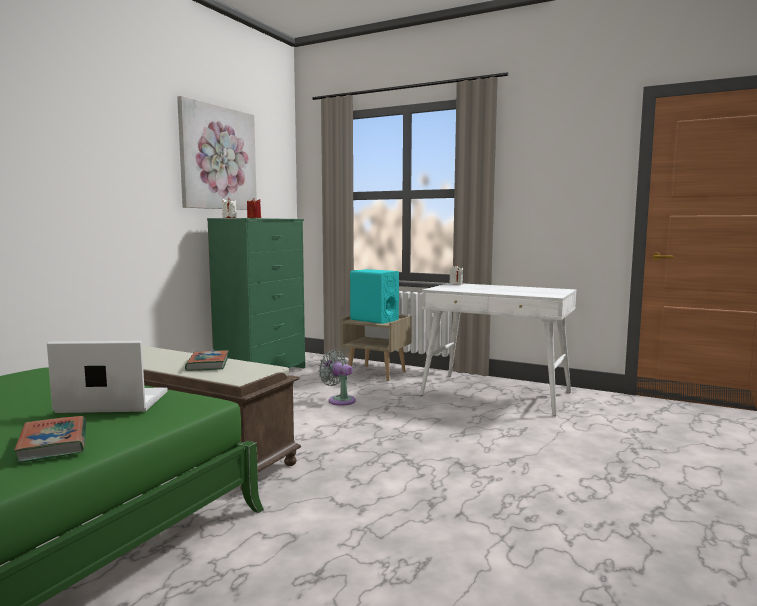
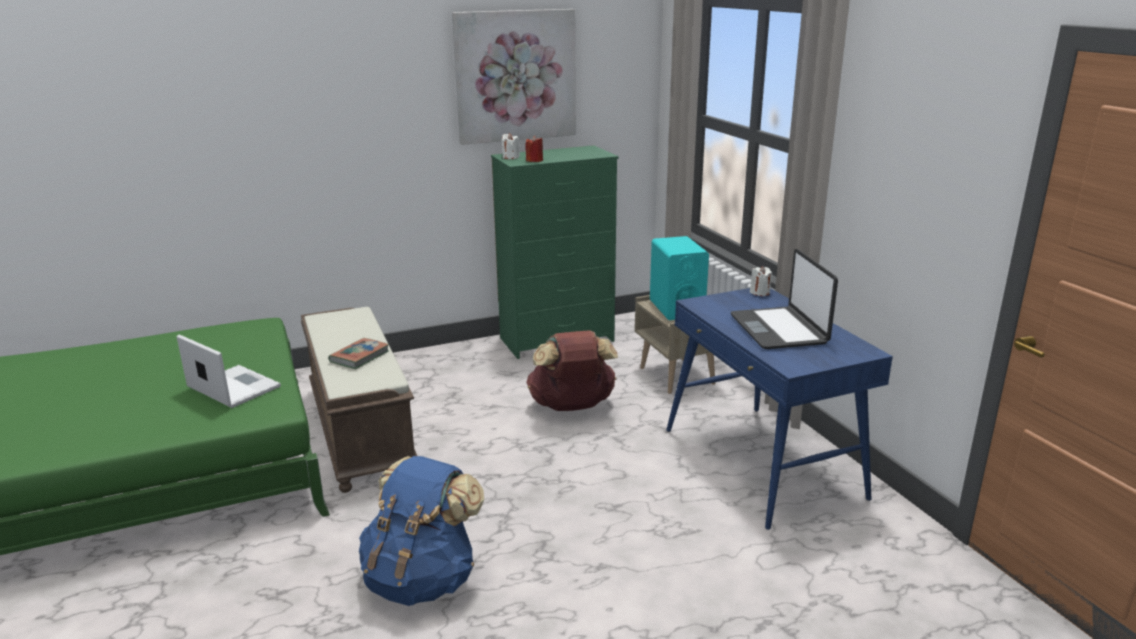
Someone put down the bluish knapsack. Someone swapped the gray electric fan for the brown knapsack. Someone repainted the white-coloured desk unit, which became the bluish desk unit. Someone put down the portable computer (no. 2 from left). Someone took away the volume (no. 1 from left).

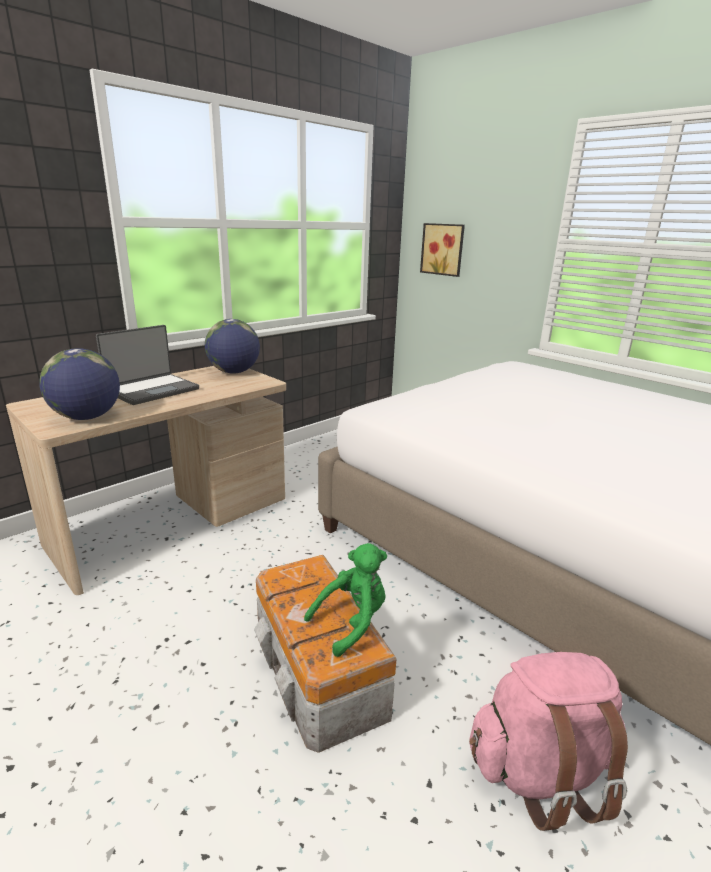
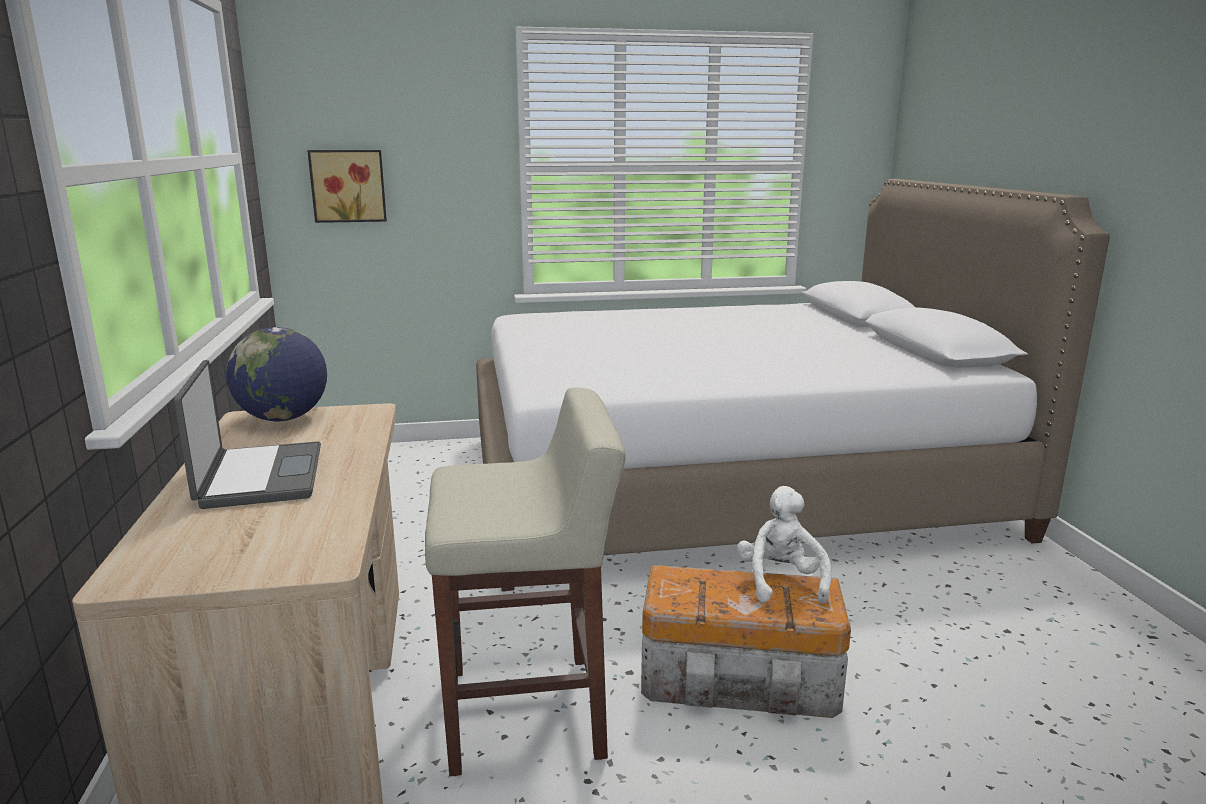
Someone put down the beige-coloured stool. Someone repainted the green-coloured cuddly toy, which became the white-coloured cuddly toy. Someone took away the desk globe (no. 1 from left). Someone took away the pink knapsack.

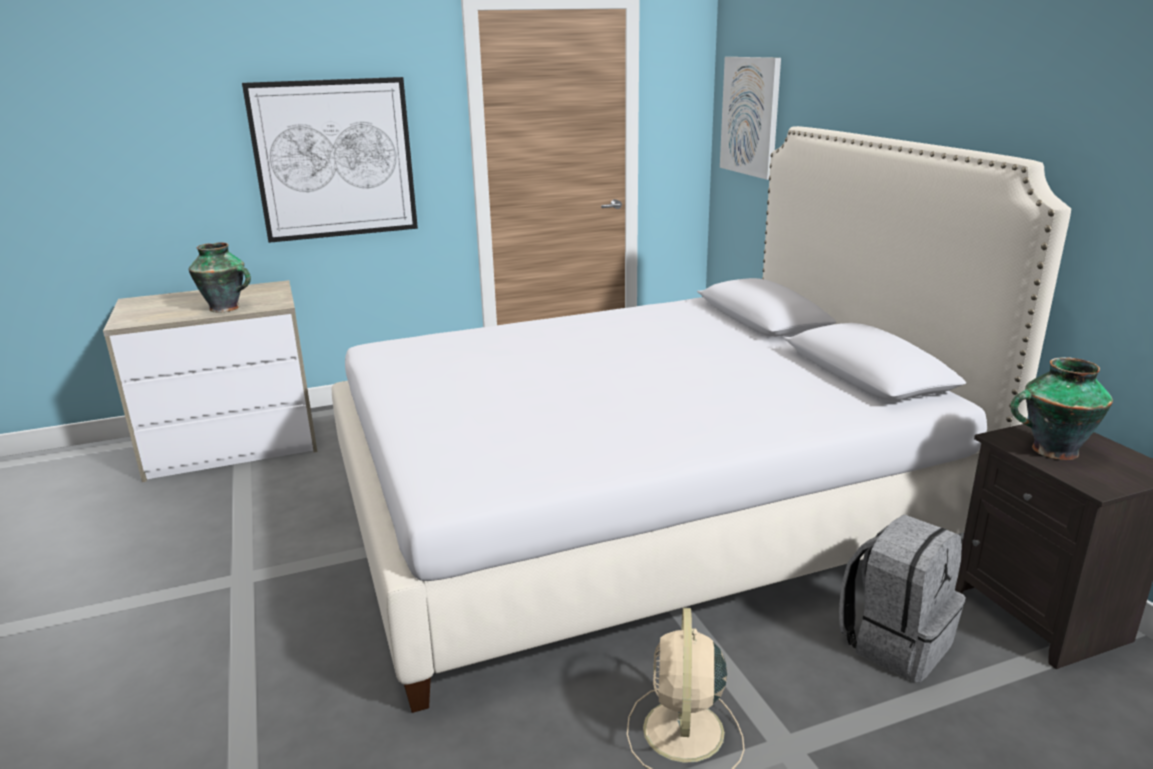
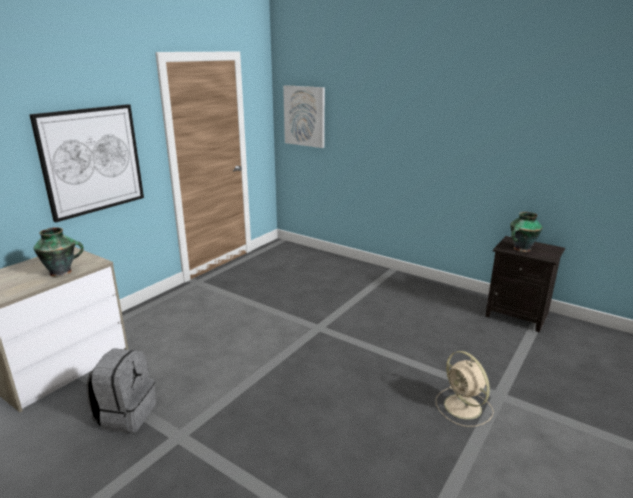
Someone carried the gray knapsack. Someone took away the white-coloured bed.

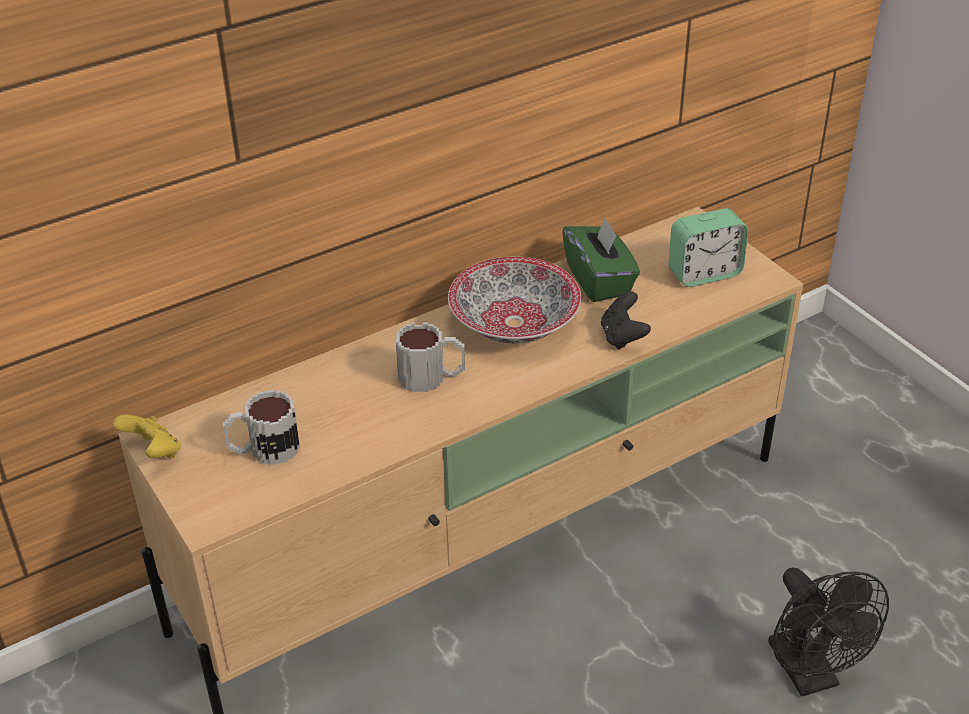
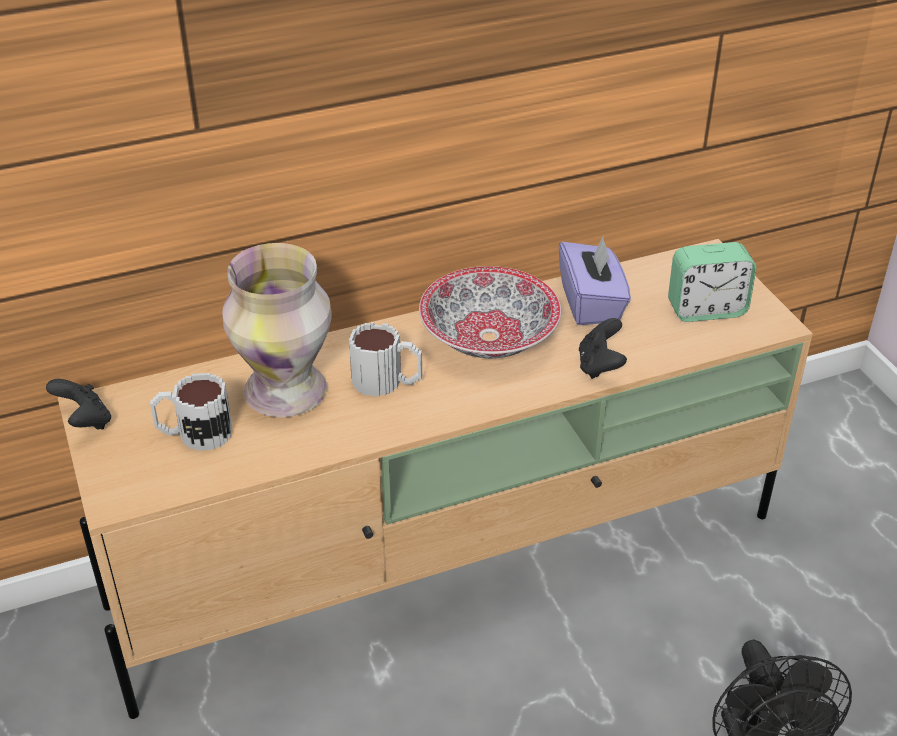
Someone repainted the yellow-coloured joypad, which became the black-coloured joypad (no. 1 from left). Someone put down the vase. Someone repainted the green-coloured box of tissues, which became the purple-coloured box of tissues.

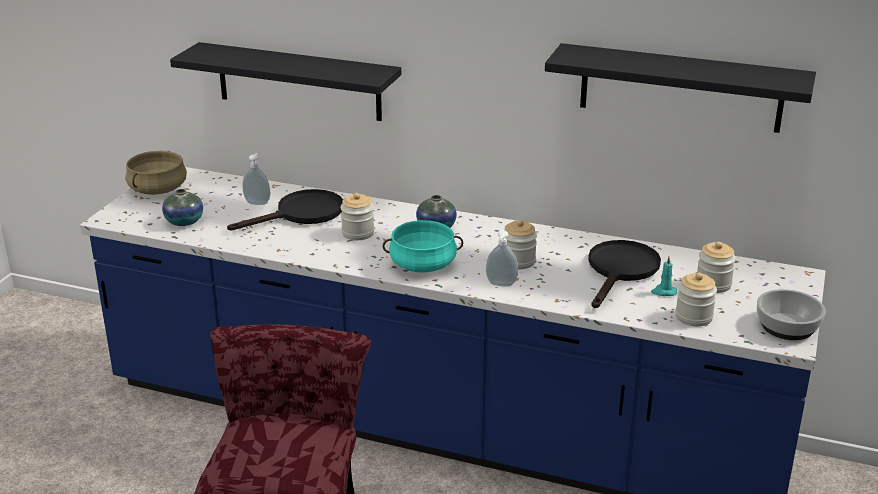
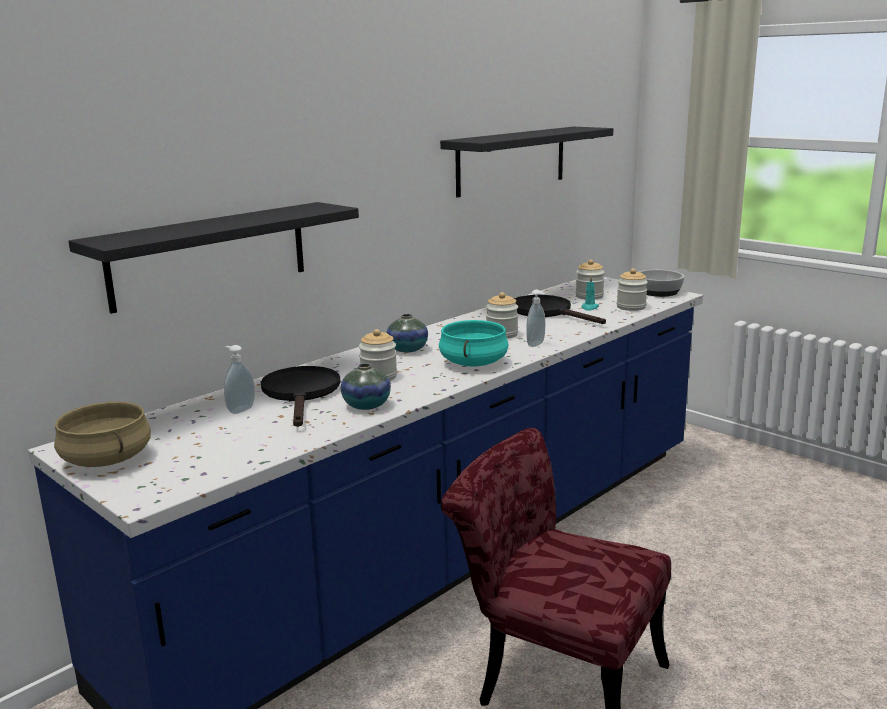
Someone carried the vase (no. 1 from left).

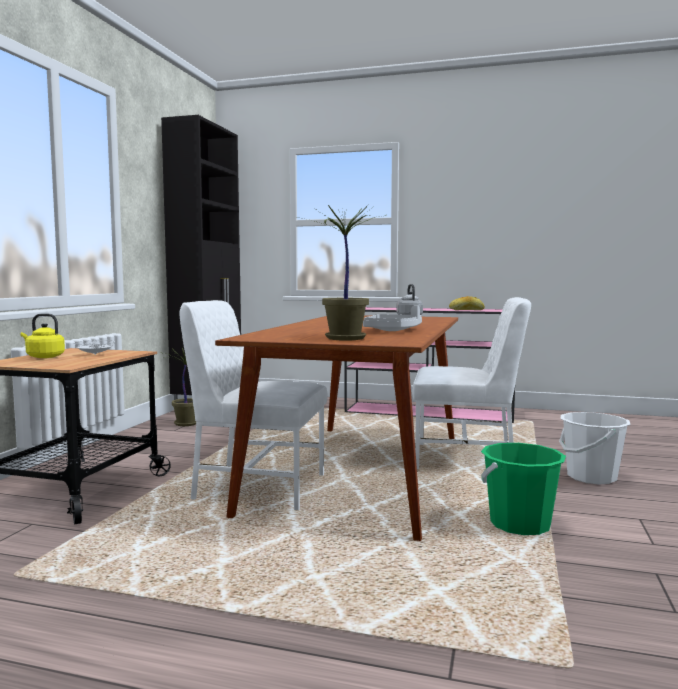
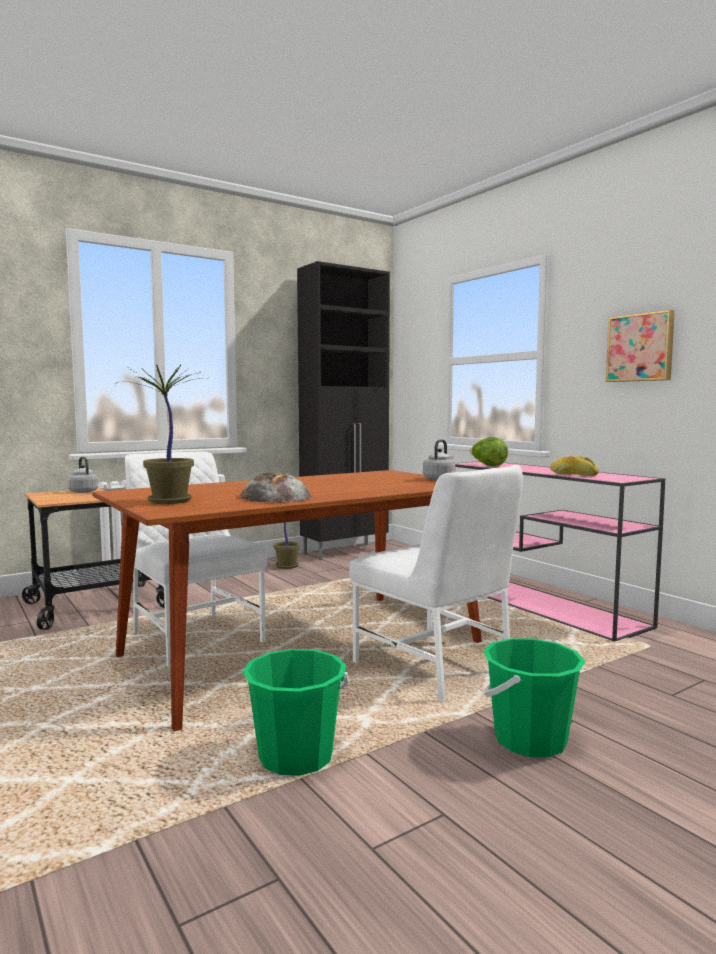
Someone repainted the yellow-coloured water kettle, which became the gray water kettle (no. 1 from left). Someone swapped the gray serving tray for the bakery bread (no. 1 from left). Someone put down the lettuce head. Someone repainted the white-coloured water bucket, which became the green-coloured water bucket (no. 2 from left). Someone put up the picture.

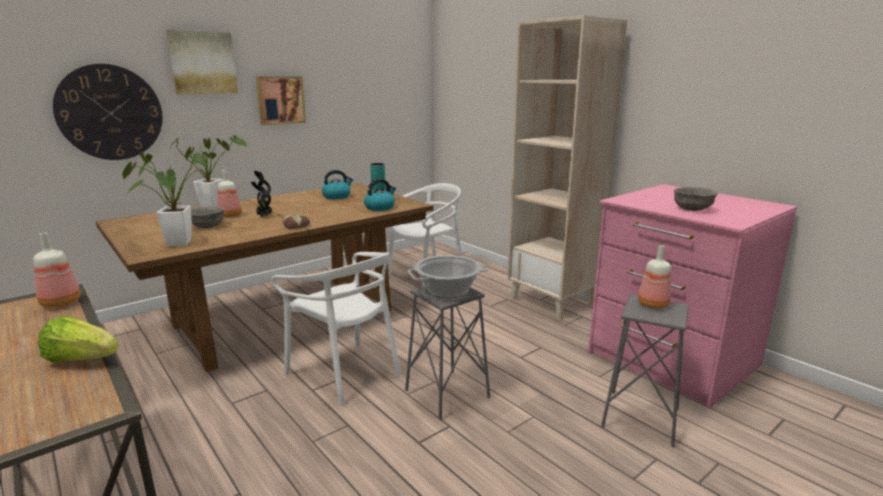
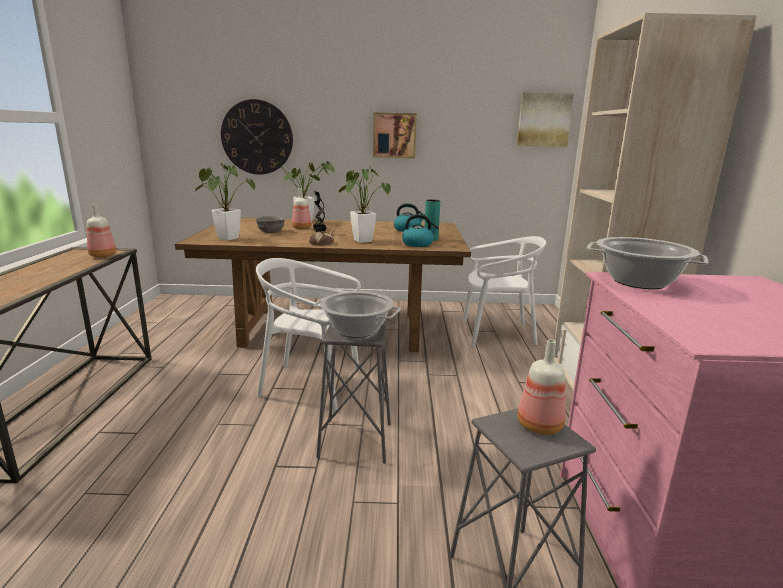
Someone rotated the white-coloured chair (no. 1 from left) by 105 degrees clockwise. Someone put down the houseplant (no. 4 from left). Someone carried the picture (no. 1 from left in the first image). Someone put down the cooking pot (no. 2 from left). Someone took away the lettuce head. Someone took away the gray serving bowl (no. 2 from left).

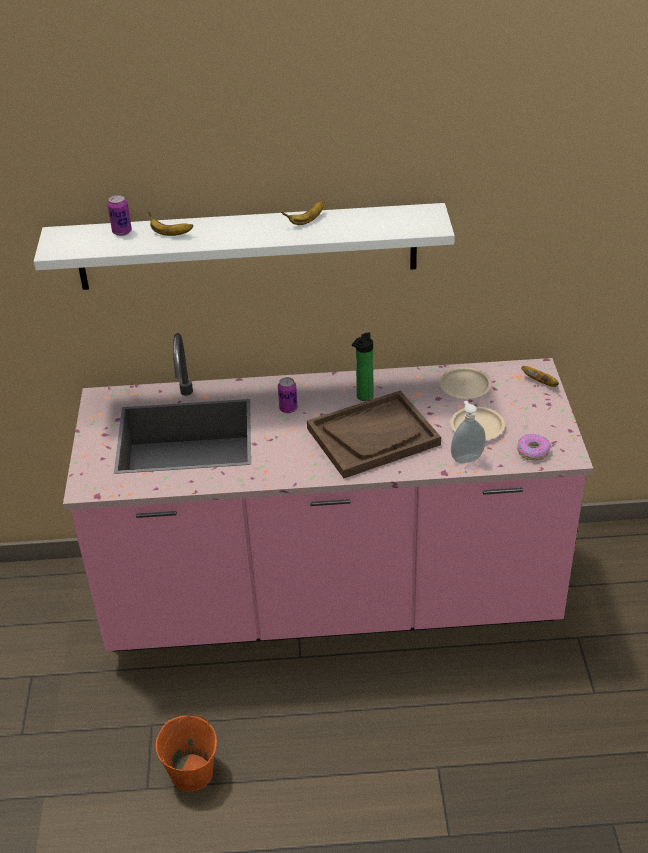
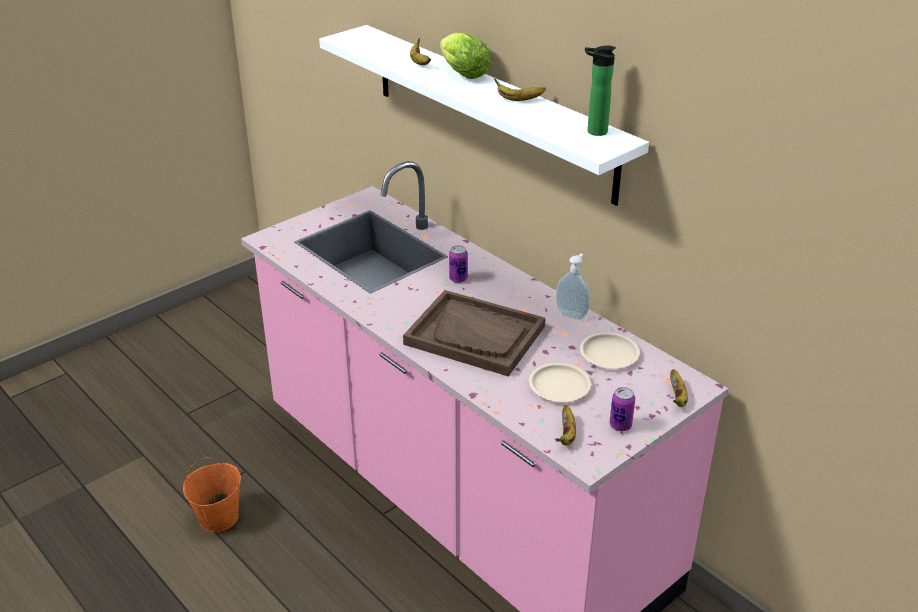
Someone put down the lettuce head. Someone carried the soap bottle. Someone swapped the doughnut for the banana fruit (no. 3 from left). Someone carried the beverage bottle. Someone carried the sealed can (no. 1 from left in the first image).

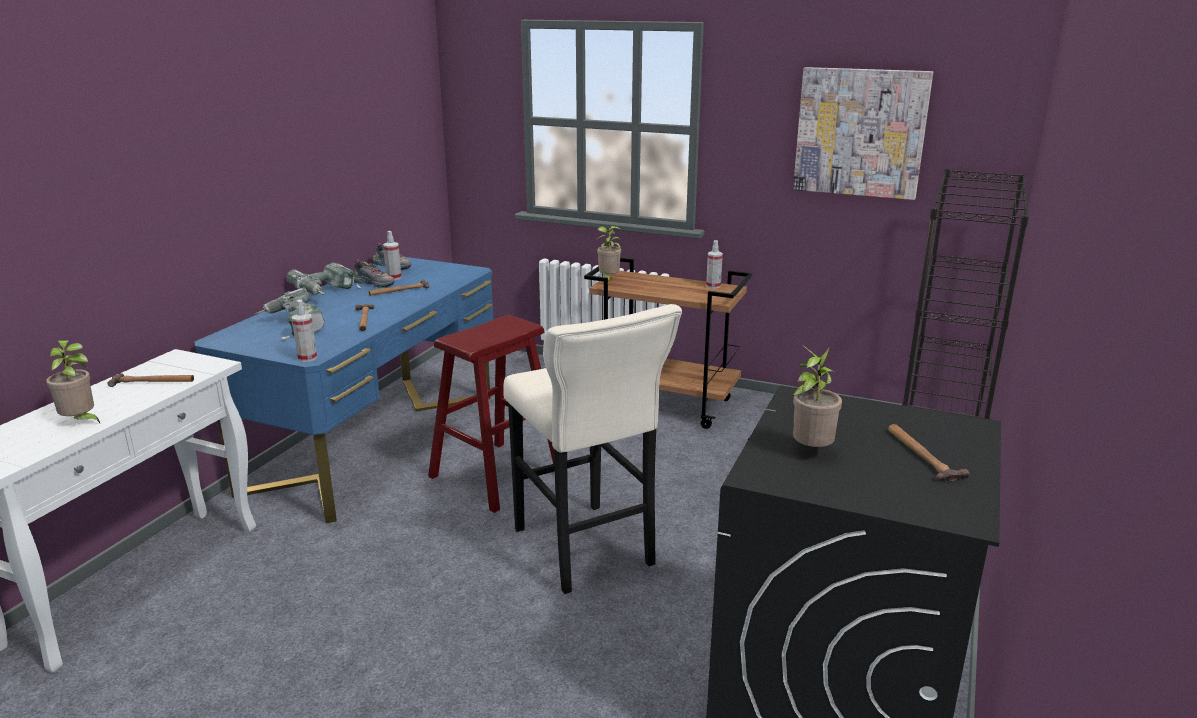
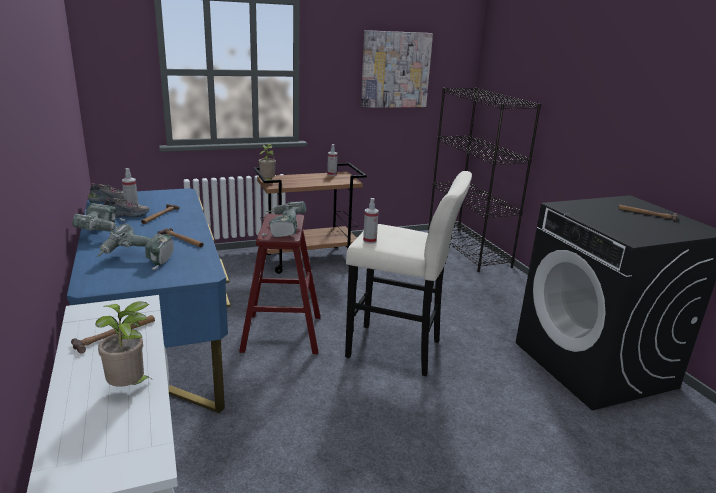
Someone put down the electric drill (no. 3 from left). Someone carried the hand sprayer (no. 1 from left in the first image). Someone took away the houseplant (no. 3 from left).

